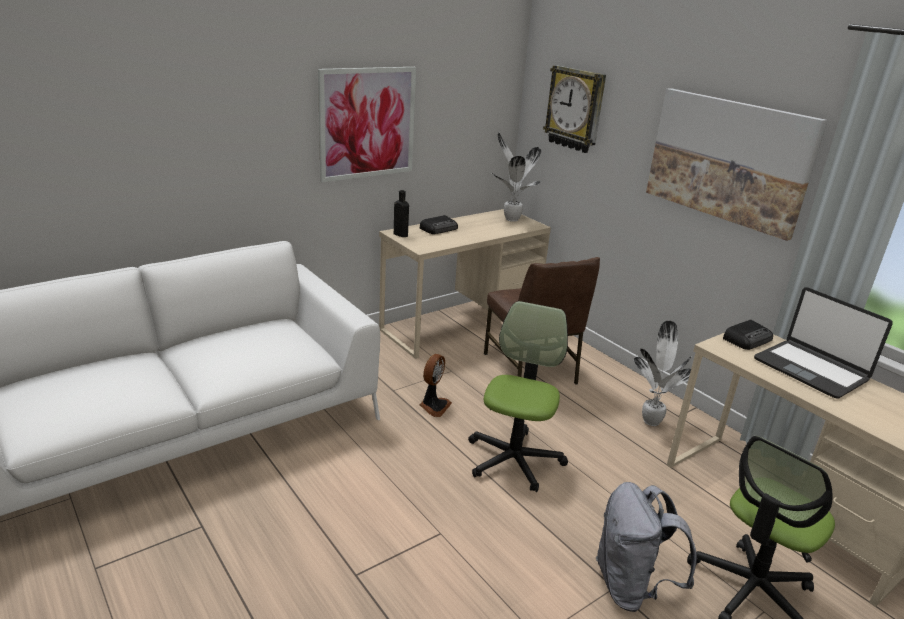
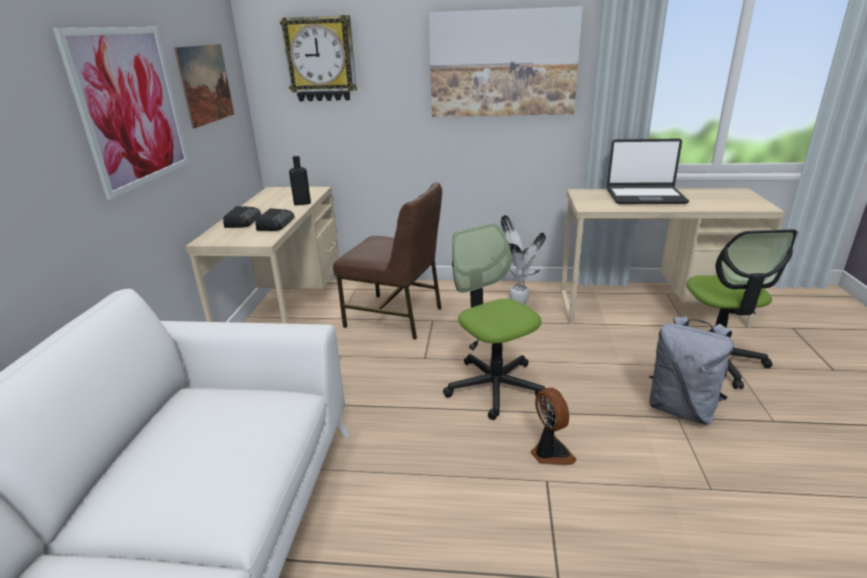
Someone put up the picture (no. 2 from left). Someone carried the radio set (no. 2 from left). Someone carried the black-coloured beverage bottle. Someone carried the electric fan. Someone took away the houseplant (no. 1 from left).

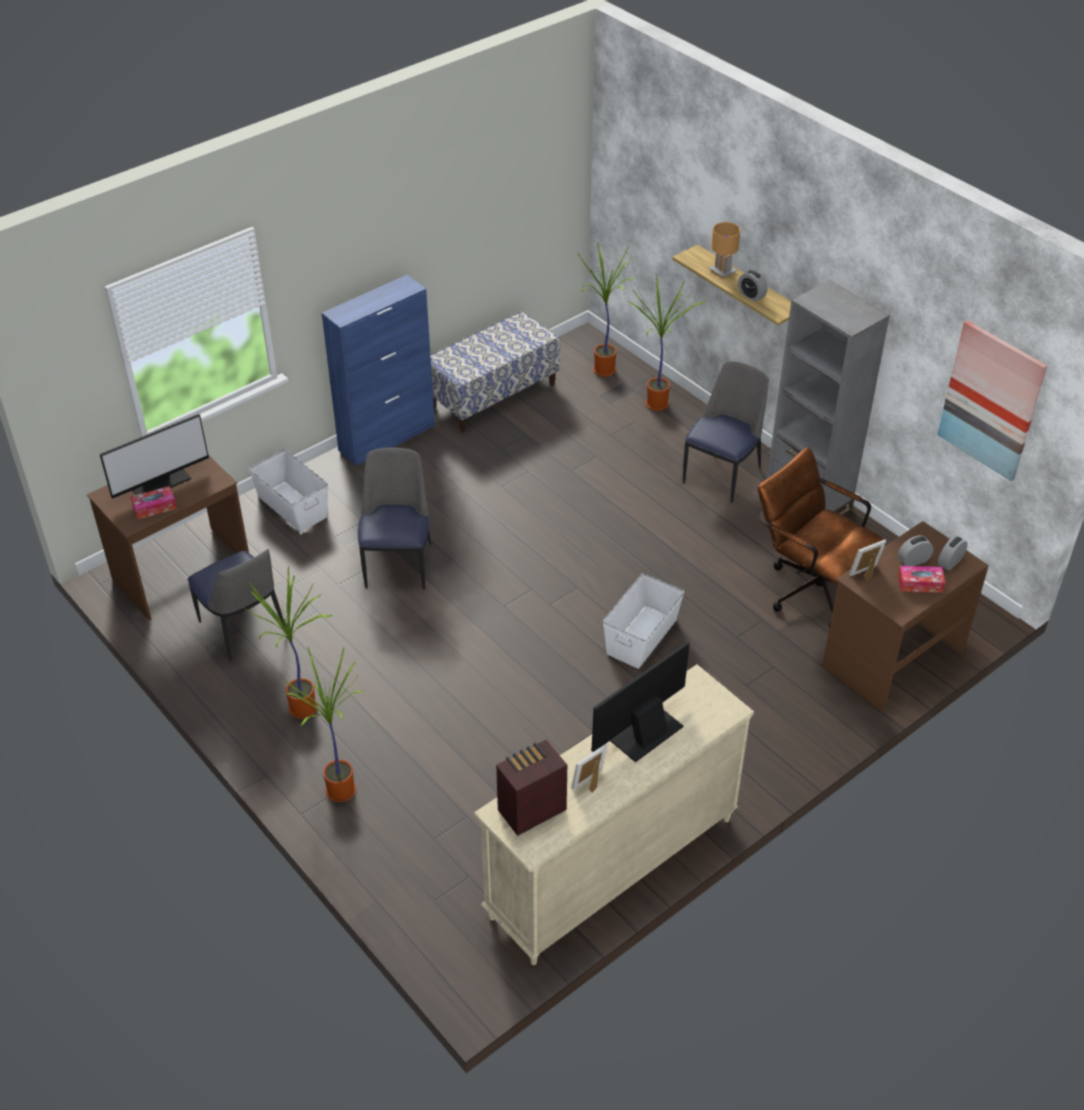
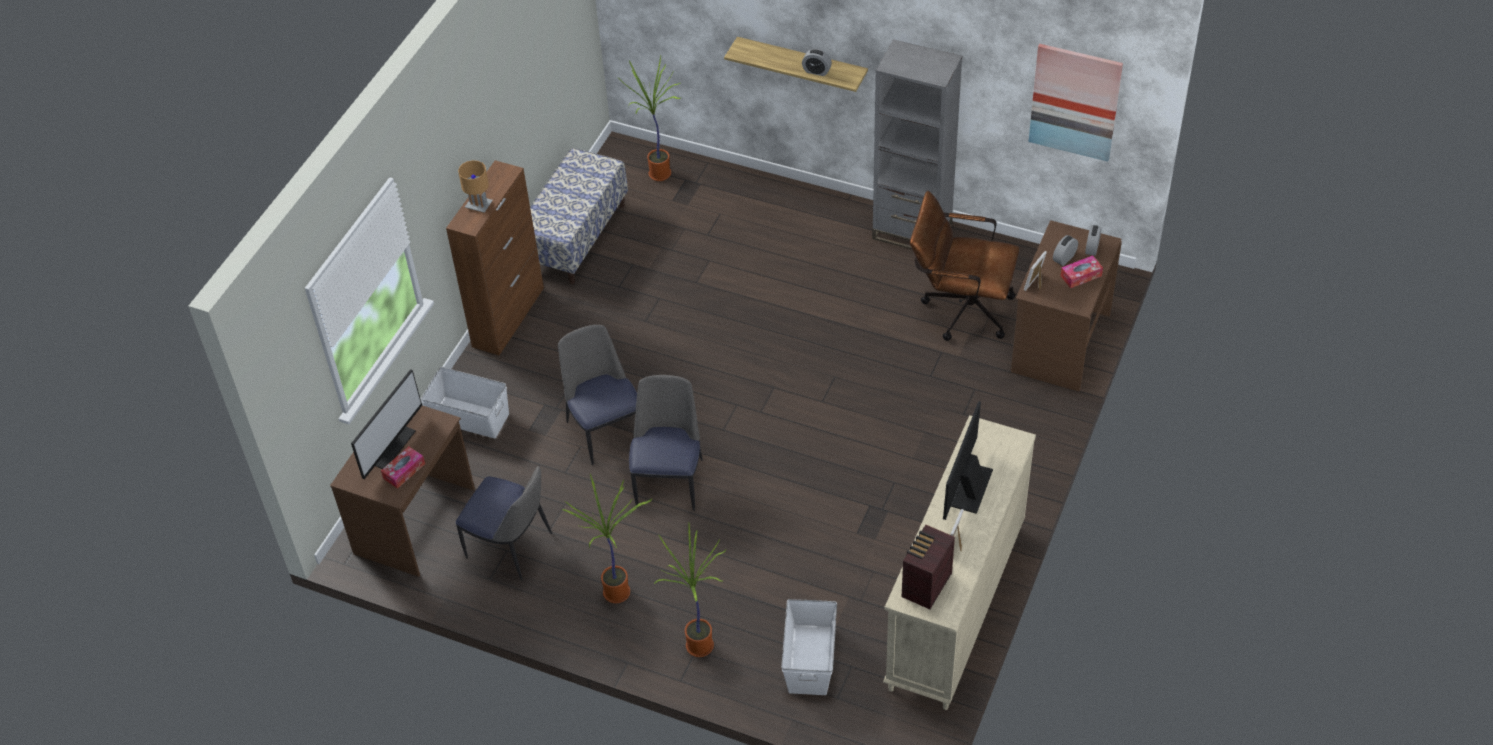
Someone repainted the bluish cupboard, which became the brown cupboard. Someone carried the brown tabletop lamp. Someone carried the chair (no. 3 from left). Someone carried the white-coloured storage box (no. 2 from left). Someone took away the houseplant (no. 4 from left).

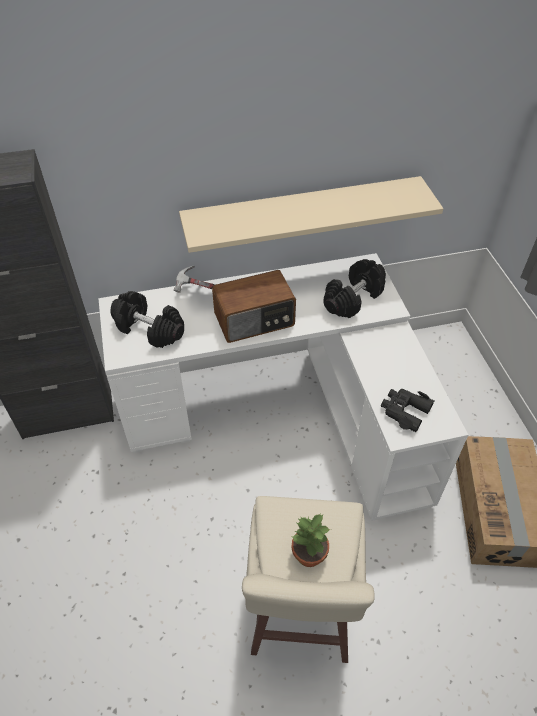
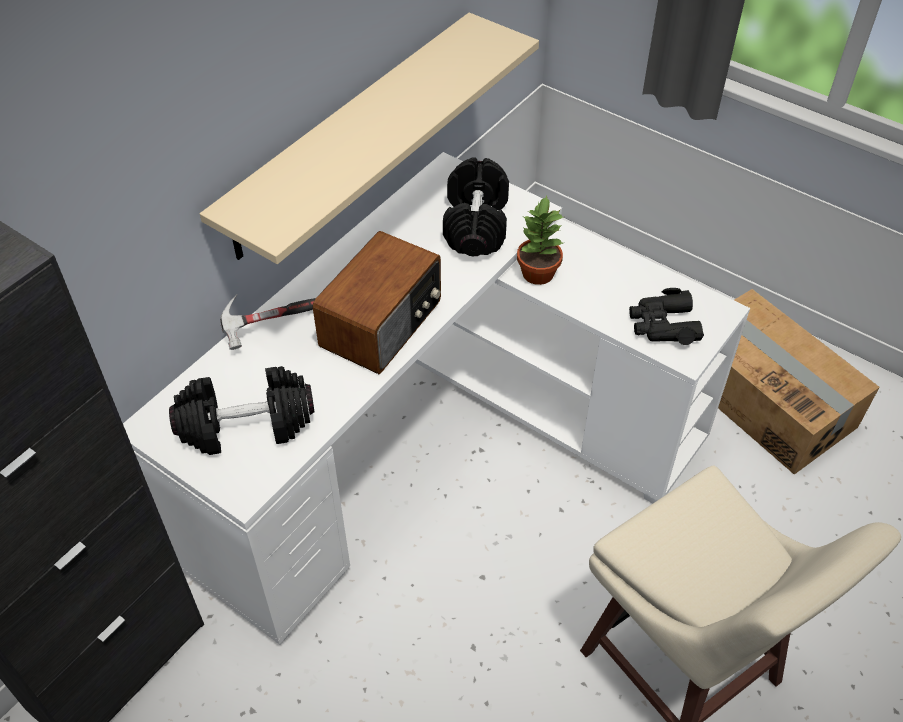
Someone carried the houseplant.

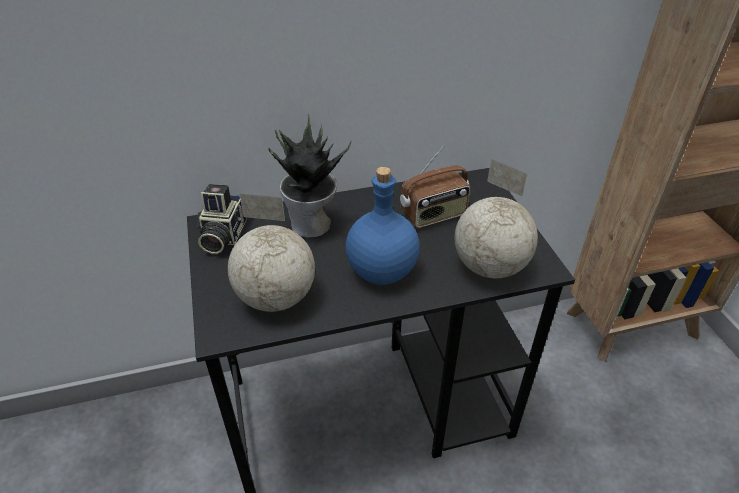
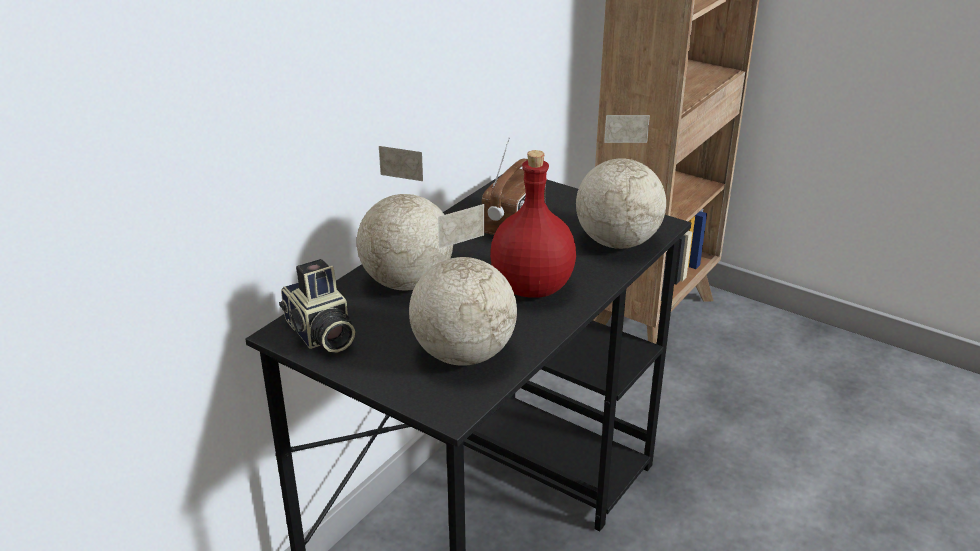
Someone swapped the houseplant for the desk globe (no. 1 from left). Someone repainted the bluish beverage bottle, which became the red-coloured beverage bottle.

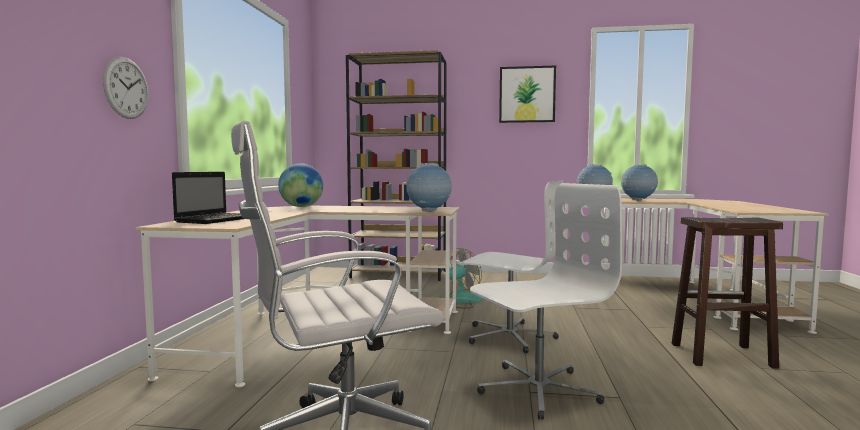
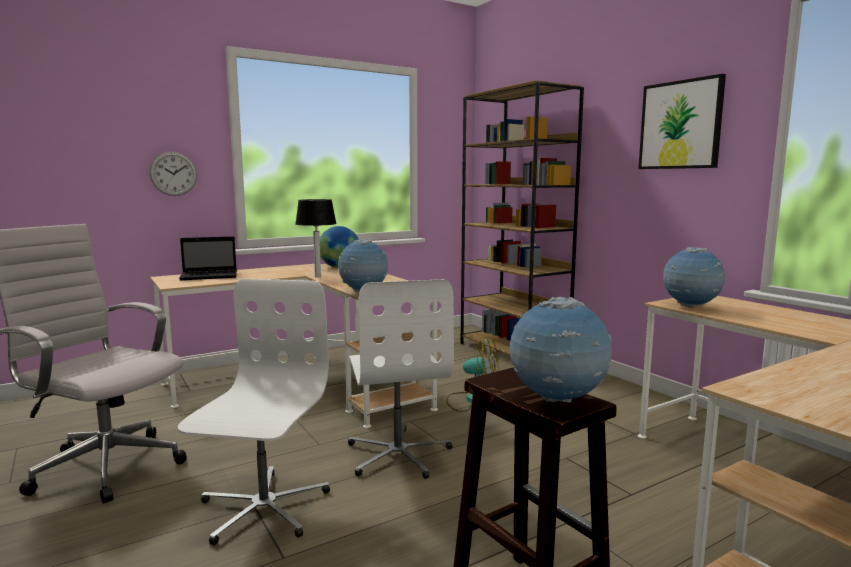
Someone rotated the white-coloured desk chair (no. 3 from left in the first image) by 105 degrees counterclockwise. Someone put down the tabletop lamp. Someone carried the desk globe (no. 4 from left in the first image).

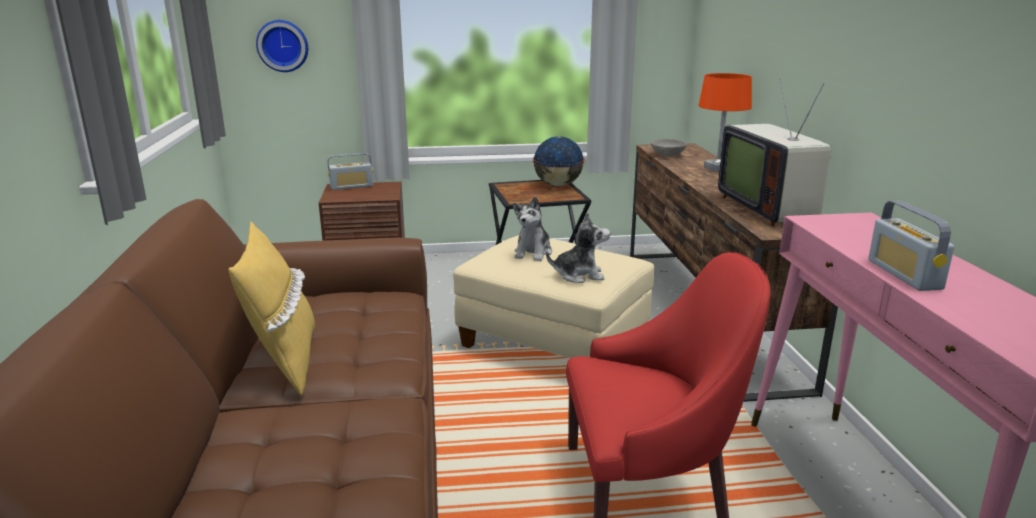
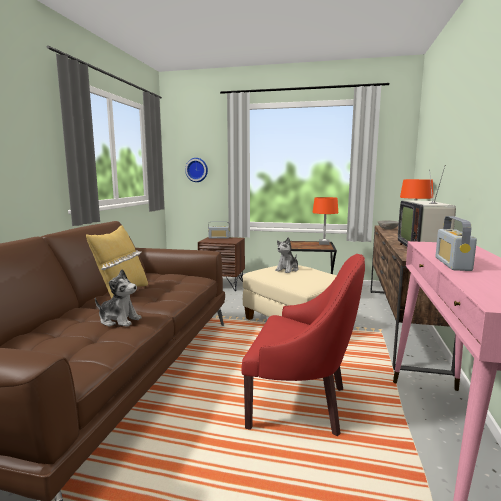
Someone carried the cuddly toy (no. 2 from left in the first image). Someone swapped the desk globe for the orange tabletop lamp (no. 1 from left).

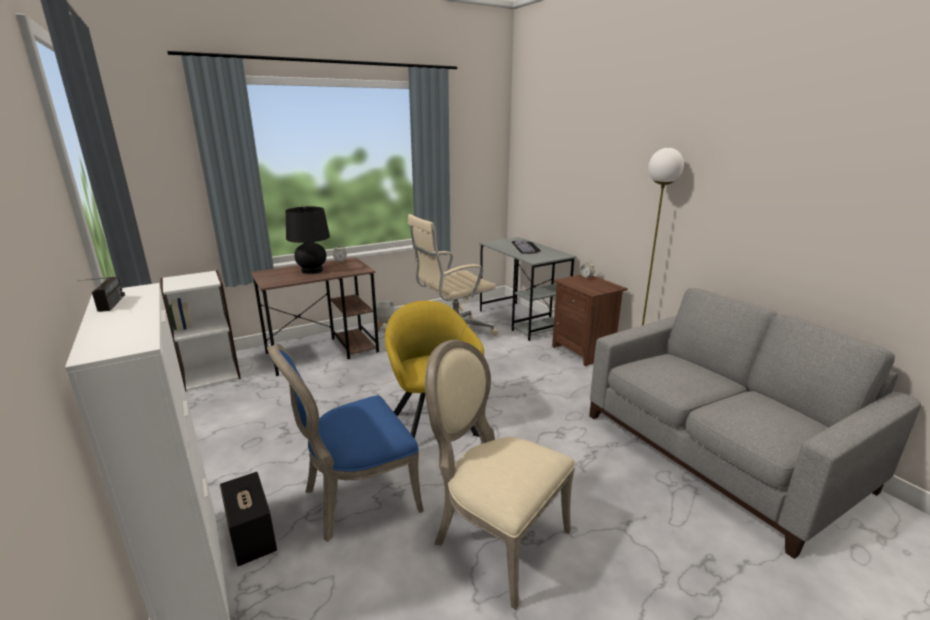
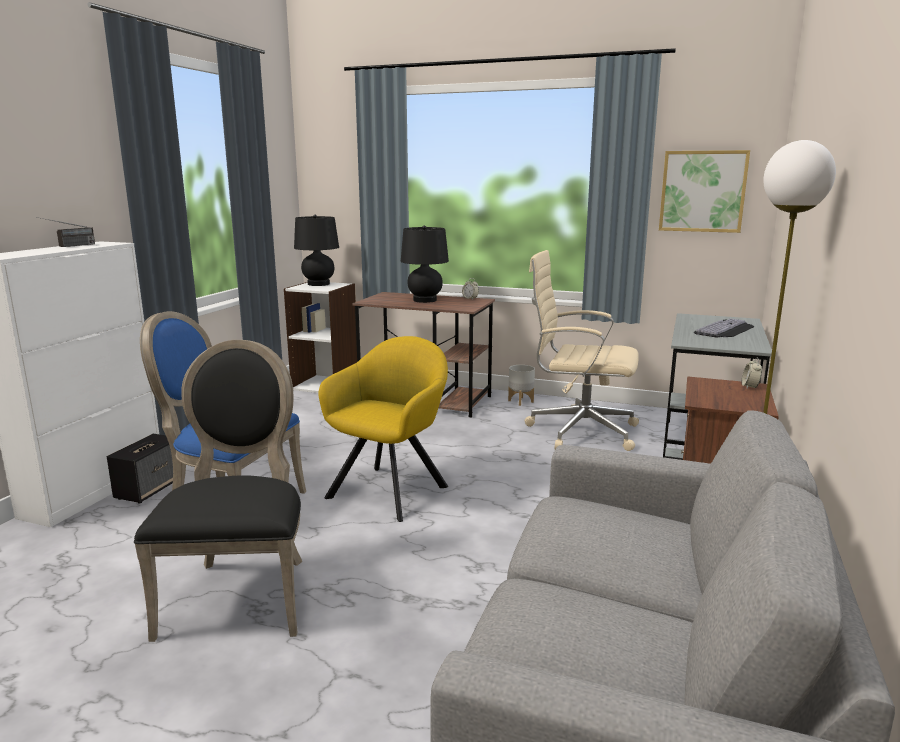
Someone repainted the beige-coloured chair, which became the black-coloured chair. Someone put down the black-coloured tabletop lamp (no. 1 from left). Someone put up the picture.

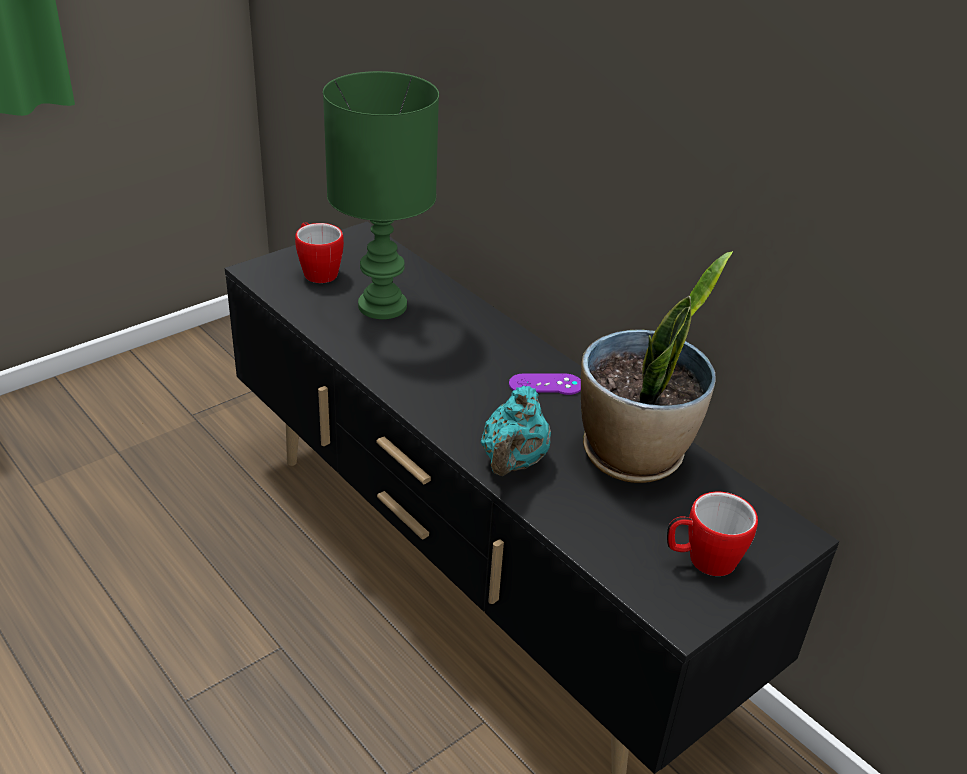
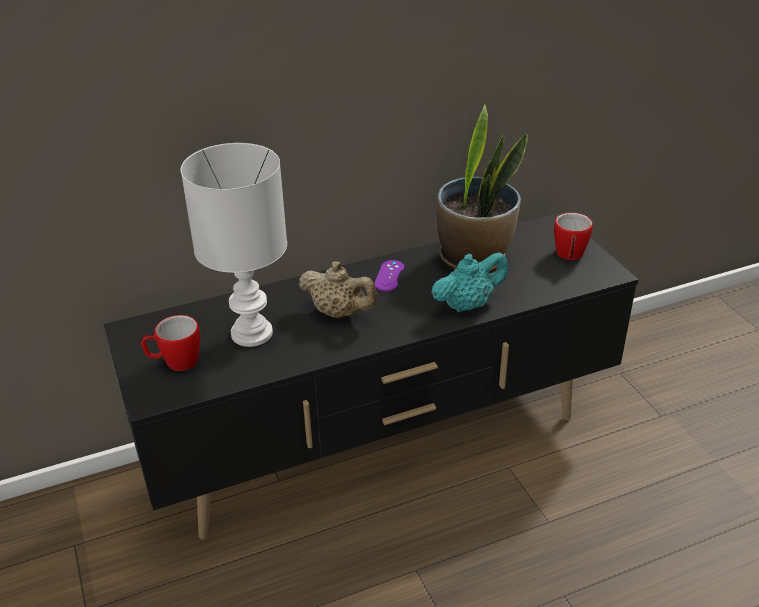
Someone repainted the green-coloured tabletop lamp, which became the white-coloured tabletop lamp. Someone put down the beige-coloured pot for tea. Someone rotated the turquoise-coloured pot for tea by 60 degrees counterclockwise.

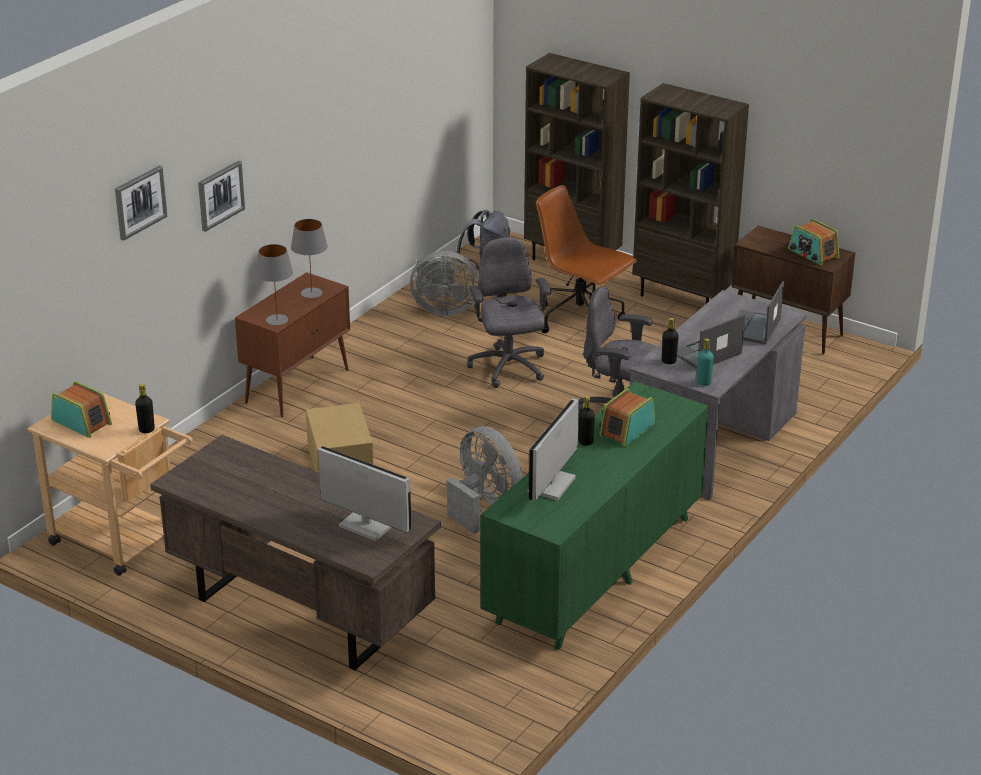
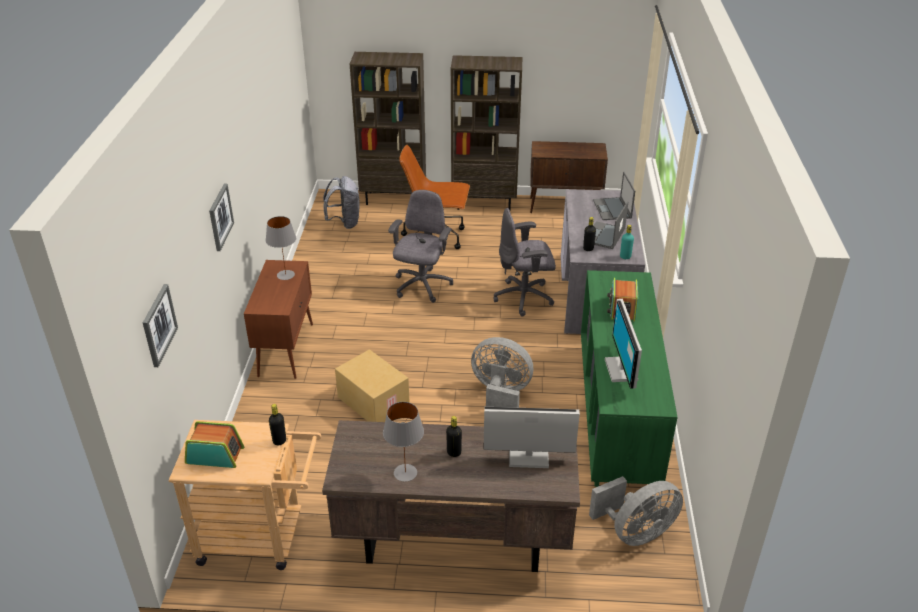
Someone carried the picture (no. 1 from left). Someone carried the gray tabletop lamp (no. 1 from left in the first image). Someone rotated the gray desk chair (no. 1 from left) by 60 degrees clockwise. Someone carried the black-coloured beverage bottle (no. 2 from left). Someone carried the gray electric fan (no. 1 from left in the first image). Someone took away the radio set (no. 3 from left).

